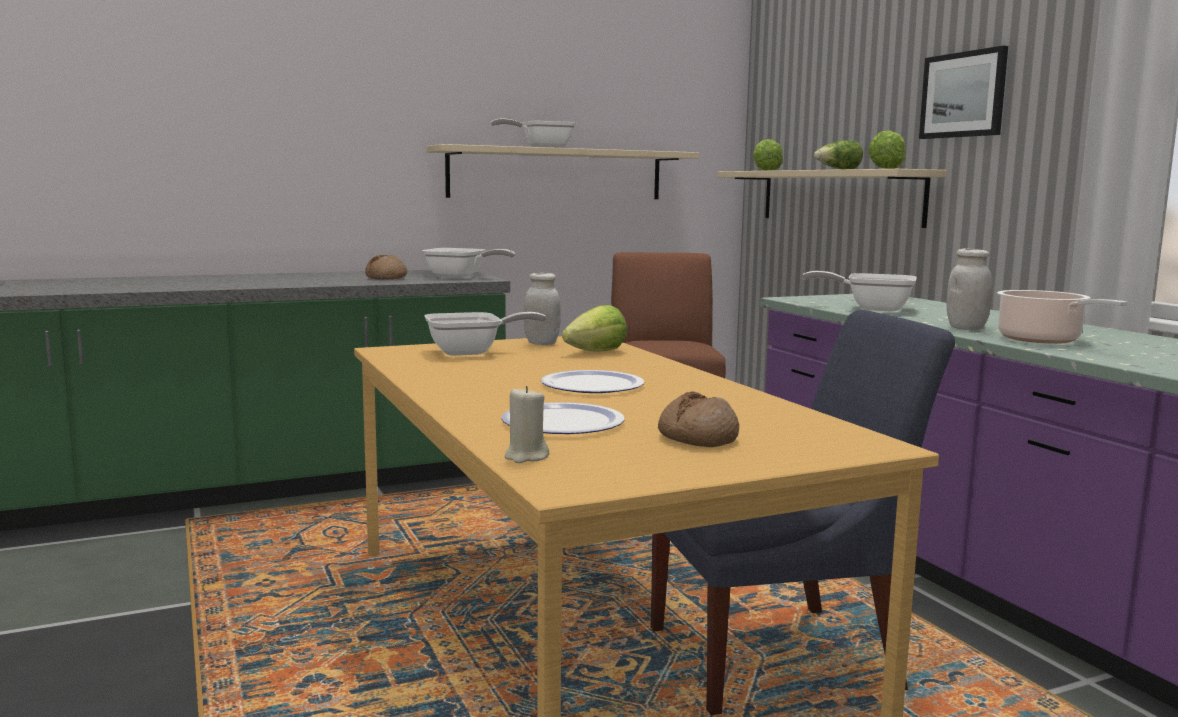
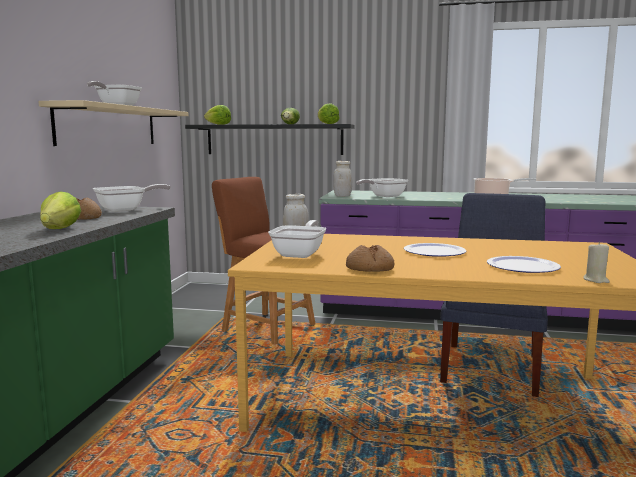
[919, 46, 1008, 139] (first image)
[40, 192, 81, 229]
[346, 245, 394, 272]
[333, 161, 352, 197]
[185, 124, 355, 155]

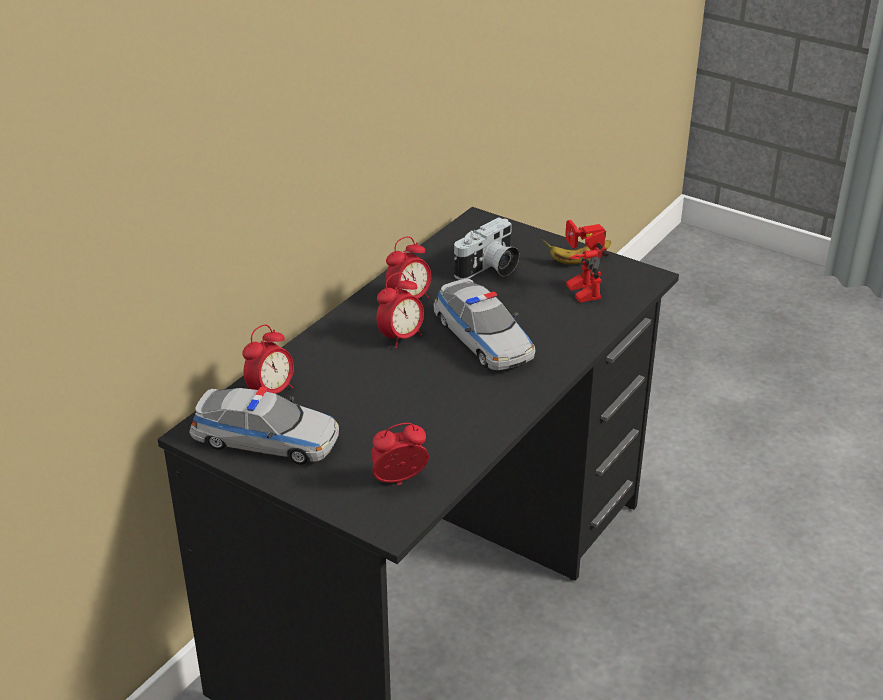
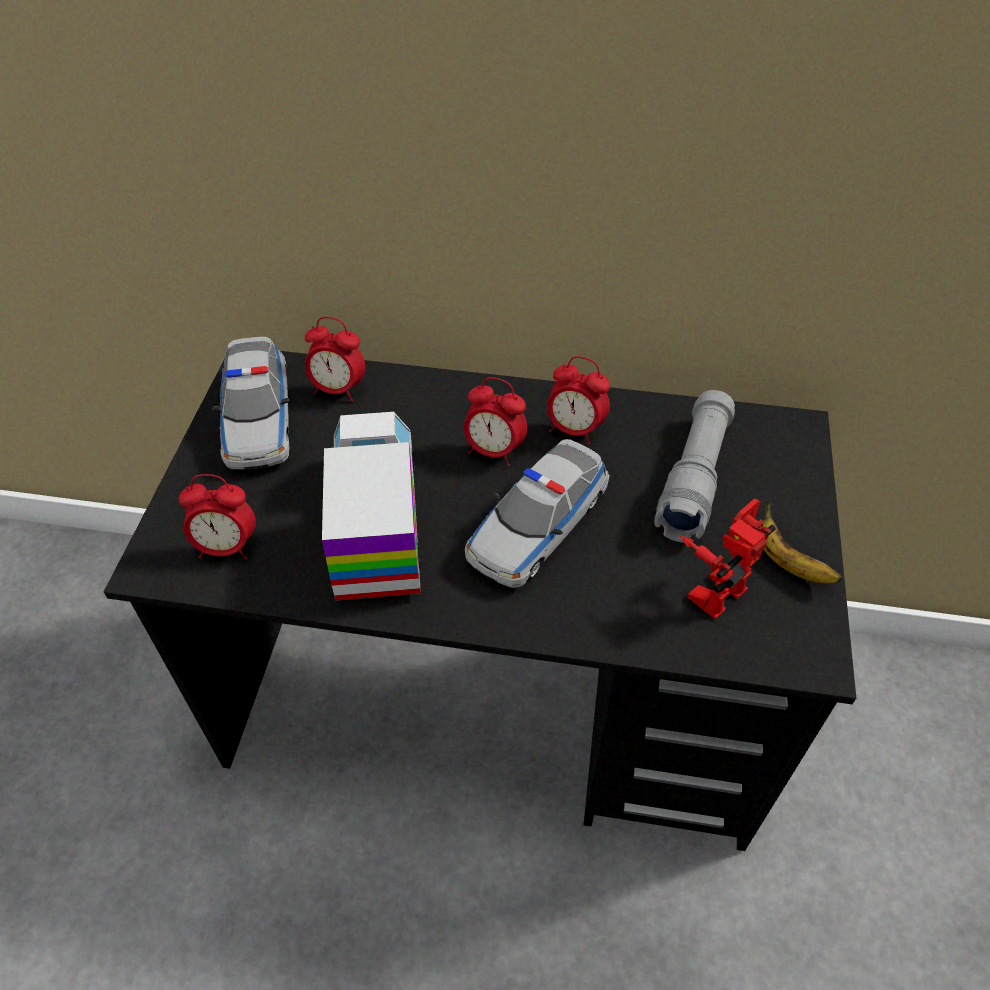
[322, 412, 421, 601]
[654, 390, 735, 542]
[179, 474, 256, 560]

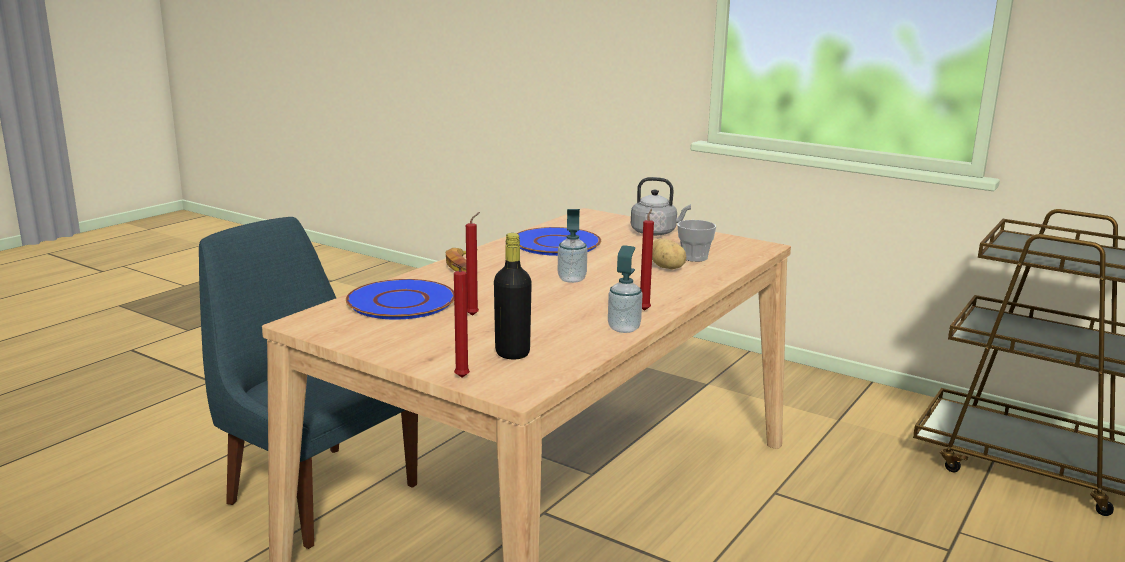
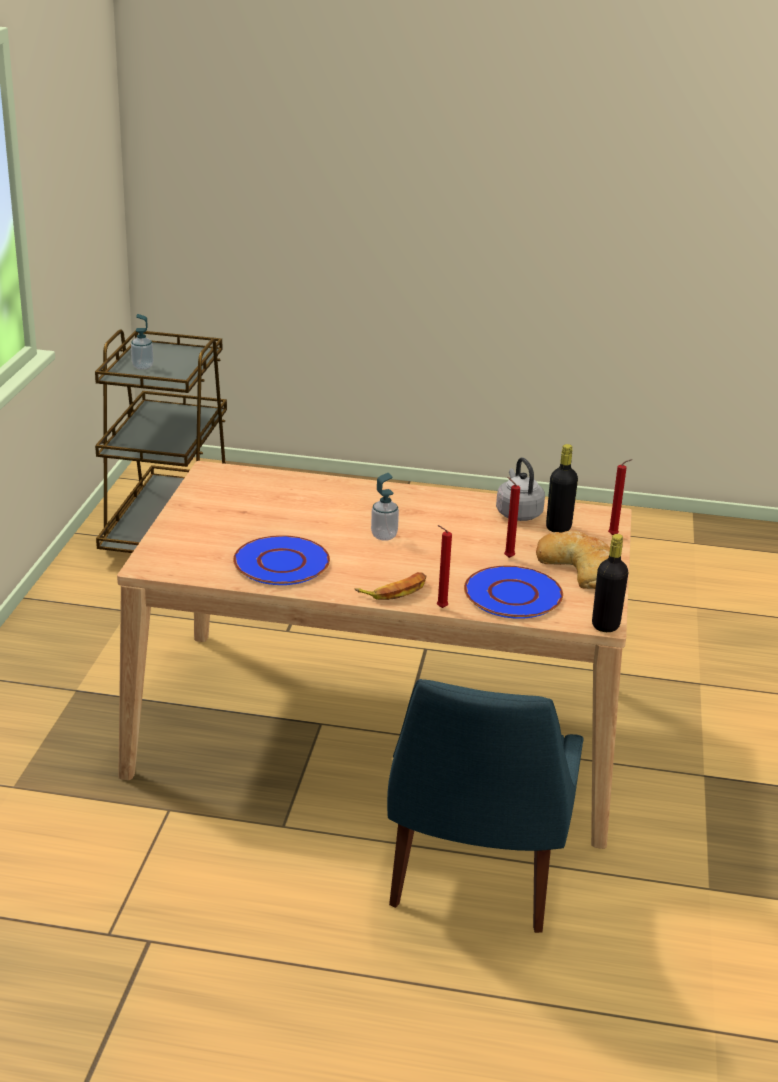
[652, 238, 686, 270] (first image)
[677, 220, 716, 262] (first image)
[536, 530, 610, 589]
[592, 534, 628, 632]
[131, 314, 153, 370]
[496, 457, 545, 521]
[437, 525, 452, 608]

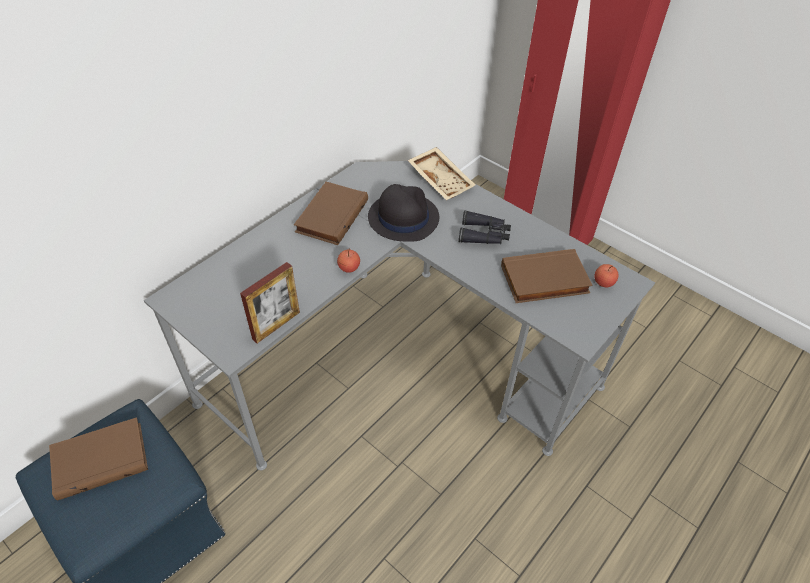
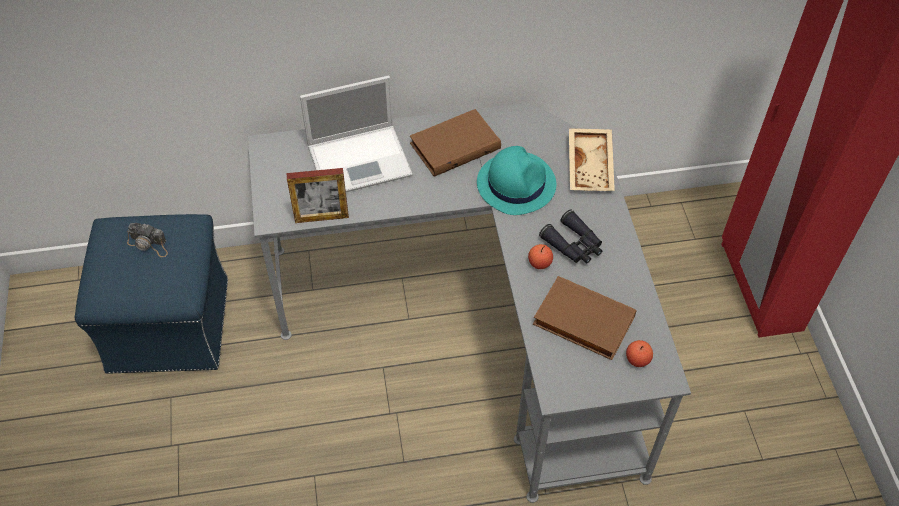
[300, 75, 413, 192]
[528, 244, 553, 269]
[127, 223, 168, 257]
[477, 146, 556, 215]

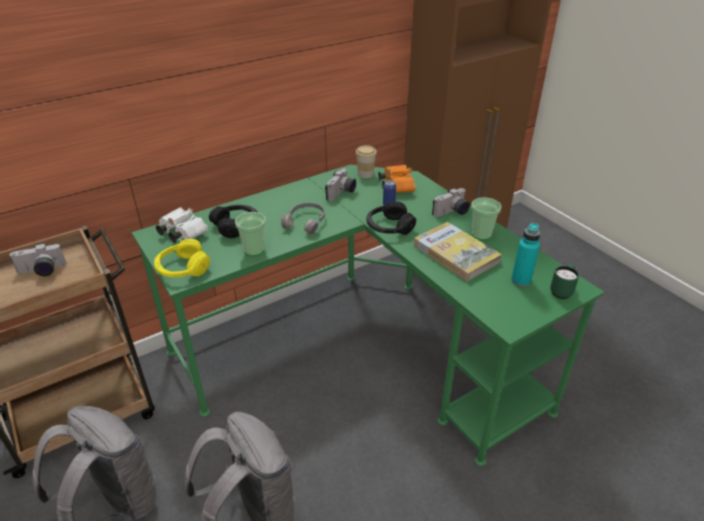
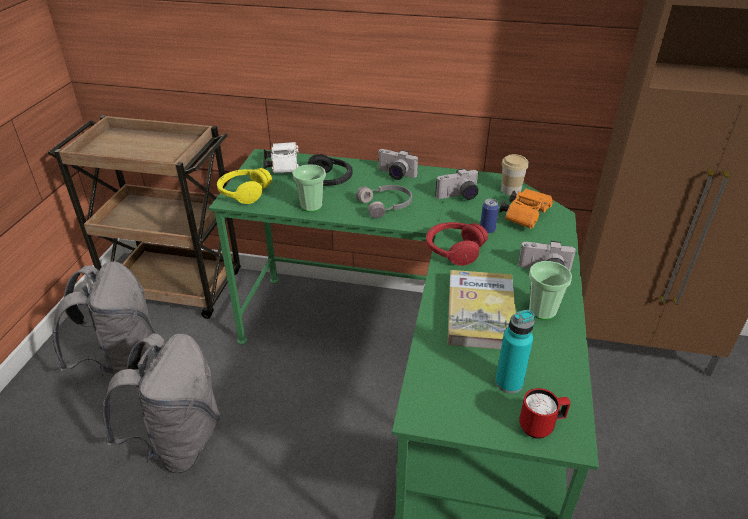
[379, 149, 418, 180]
[426, 222, 488, 266]
[519, 388, 570, 439]

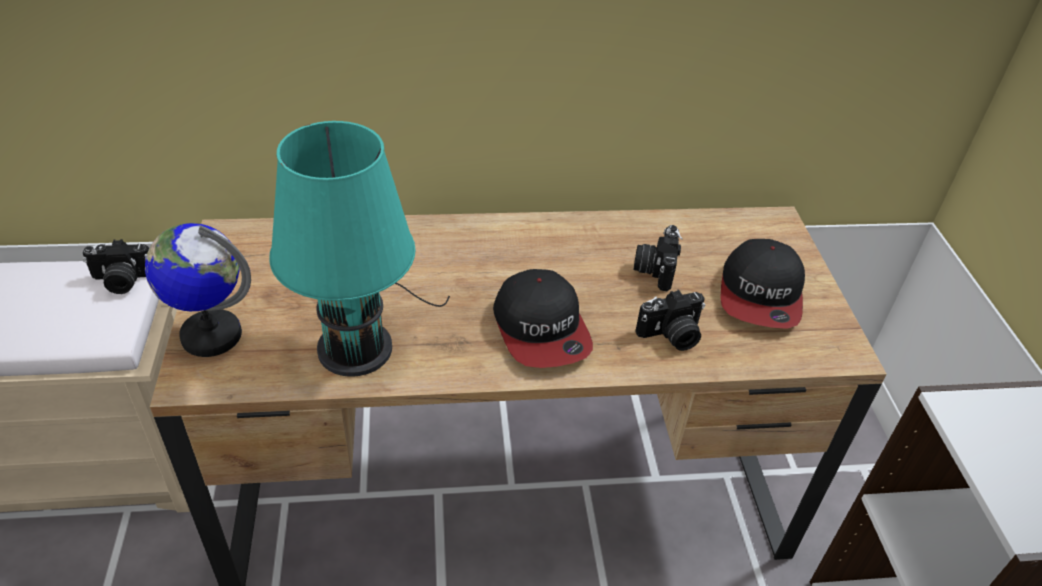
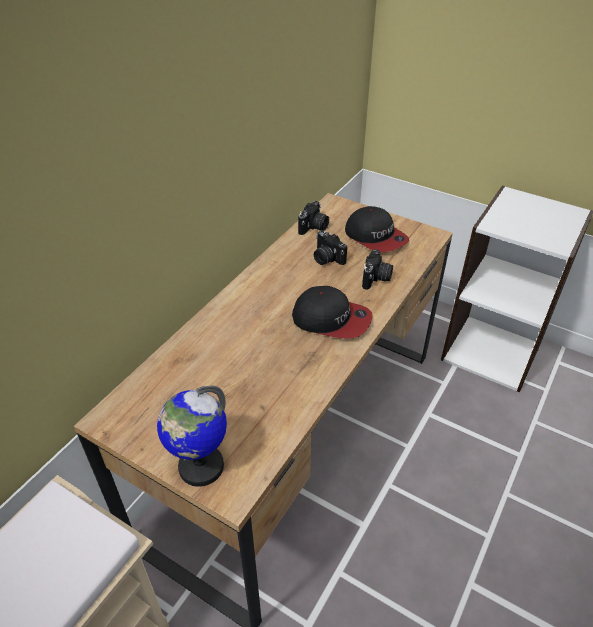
[269, 121, 450, 377] (first image)
[298, 201, 329, 235]

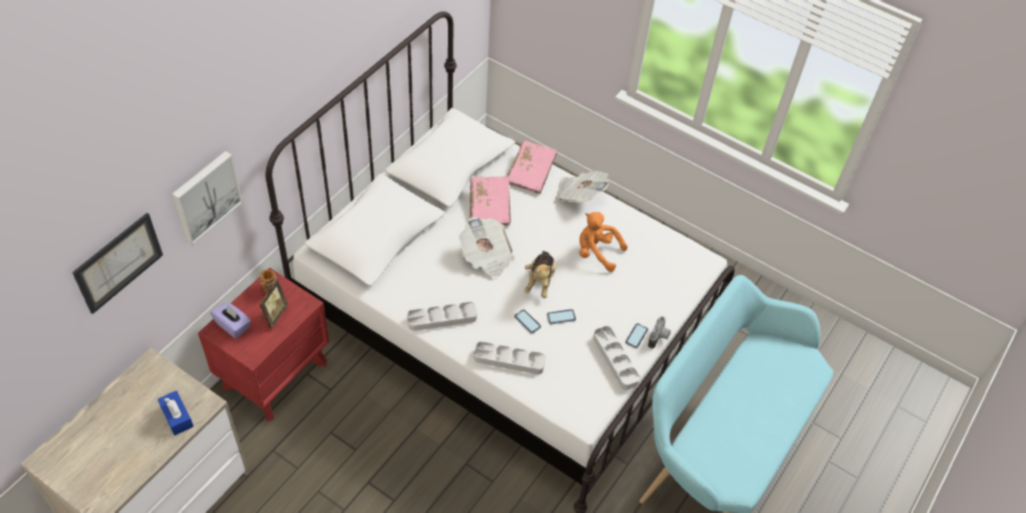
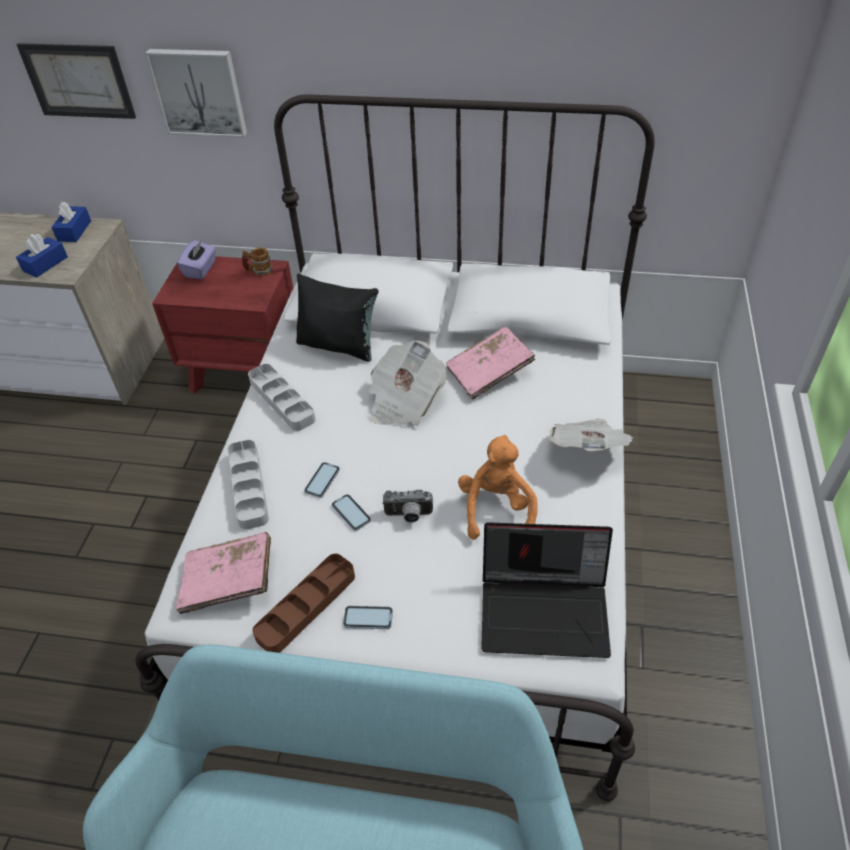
[259, 279, 288, 329] (first image)
[525, 251, 556, 298] (first image)
[51, 202, 91, 242]
[296, 274, 379, 362]
[481, 522, 613, 658]
[176, 532, 271, 614]
[382, 490, 433, 523]
[253, 554, 355, 653]

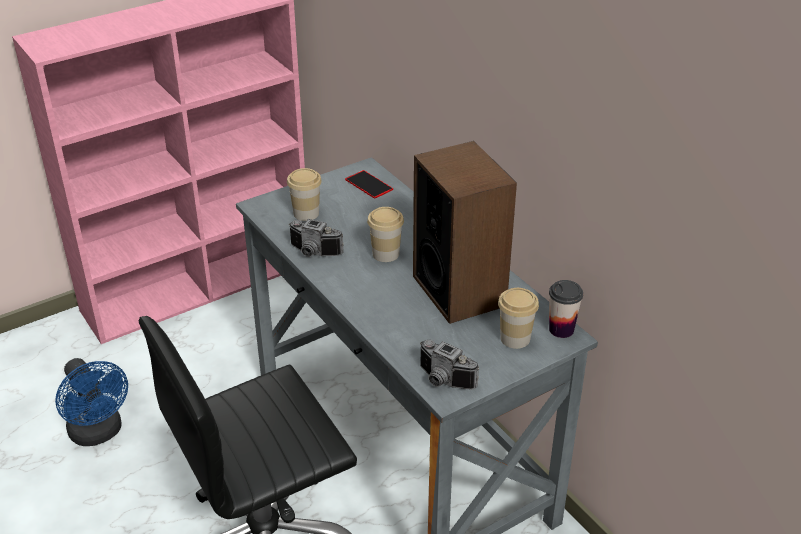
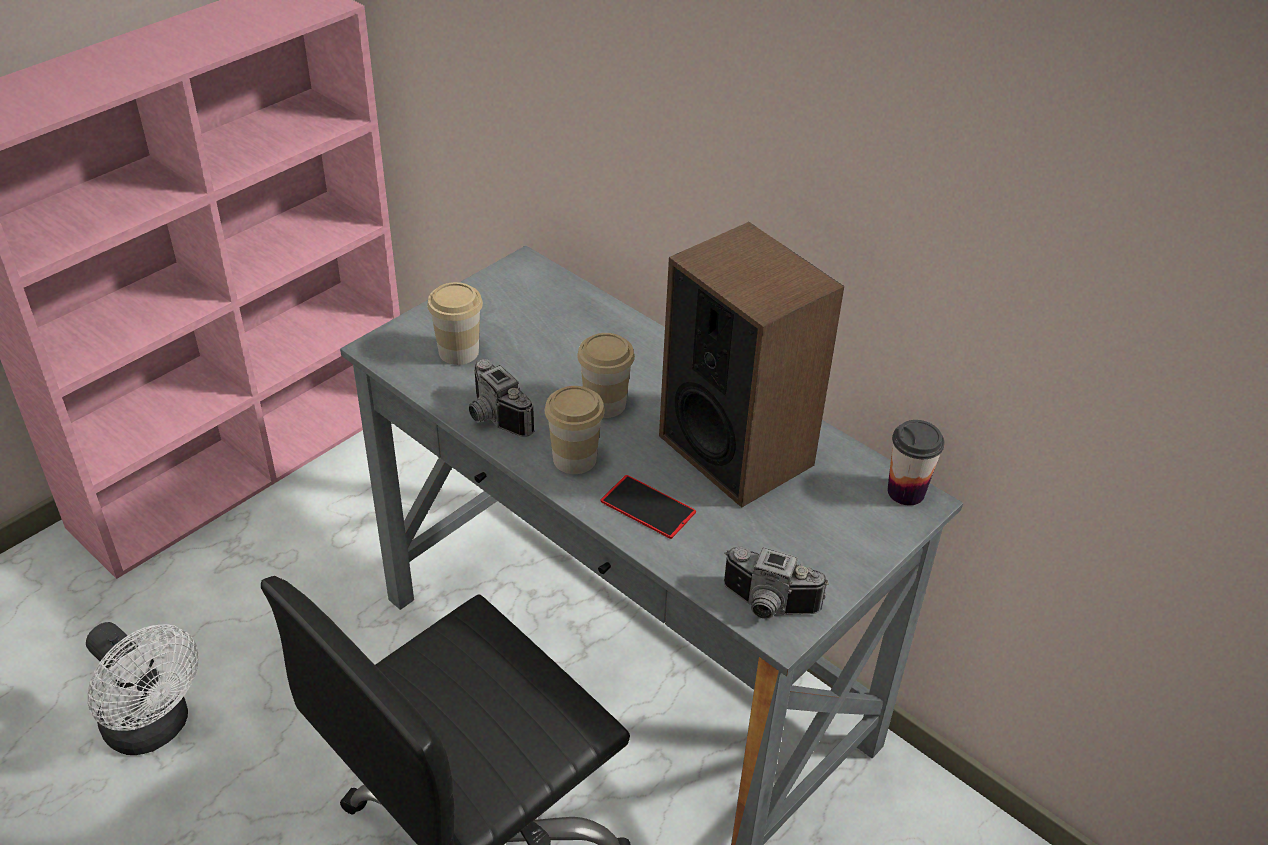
[601, 475, 696, 539]
[545, 386, 605, 474]
[86, 622, 199, 755]
[469, 359, 534, 437]

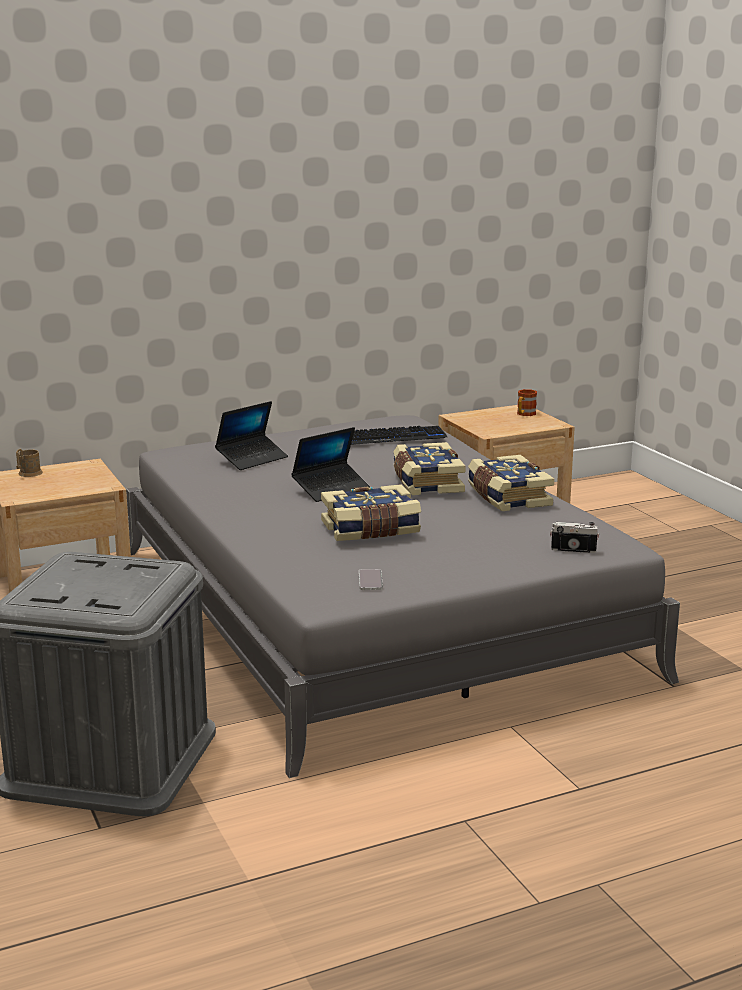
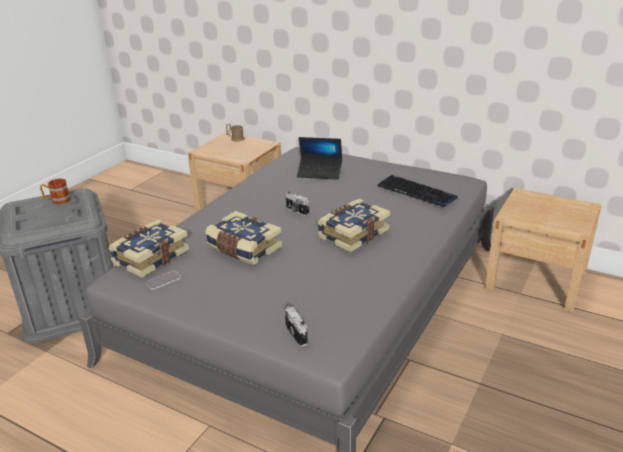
[109, 219, 189, 278]
[40, 179, 71, 204]
[286, 192, 309, 216]

